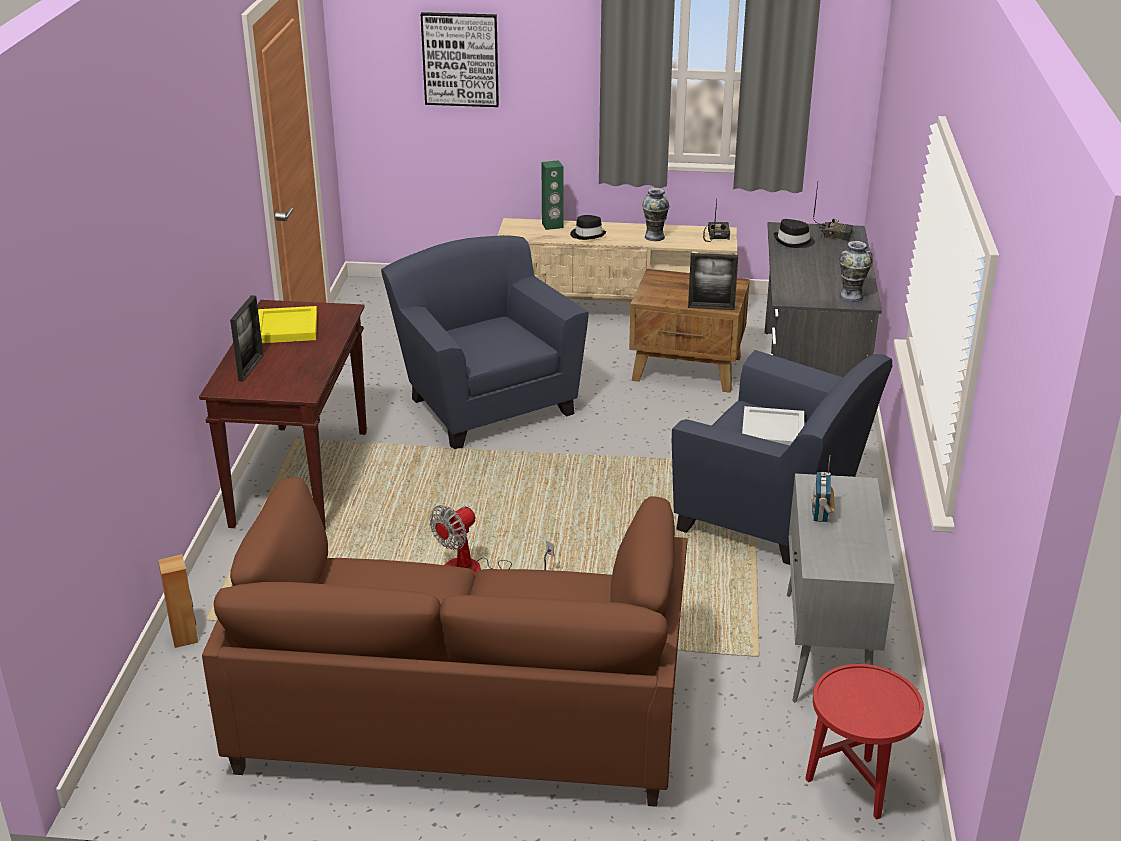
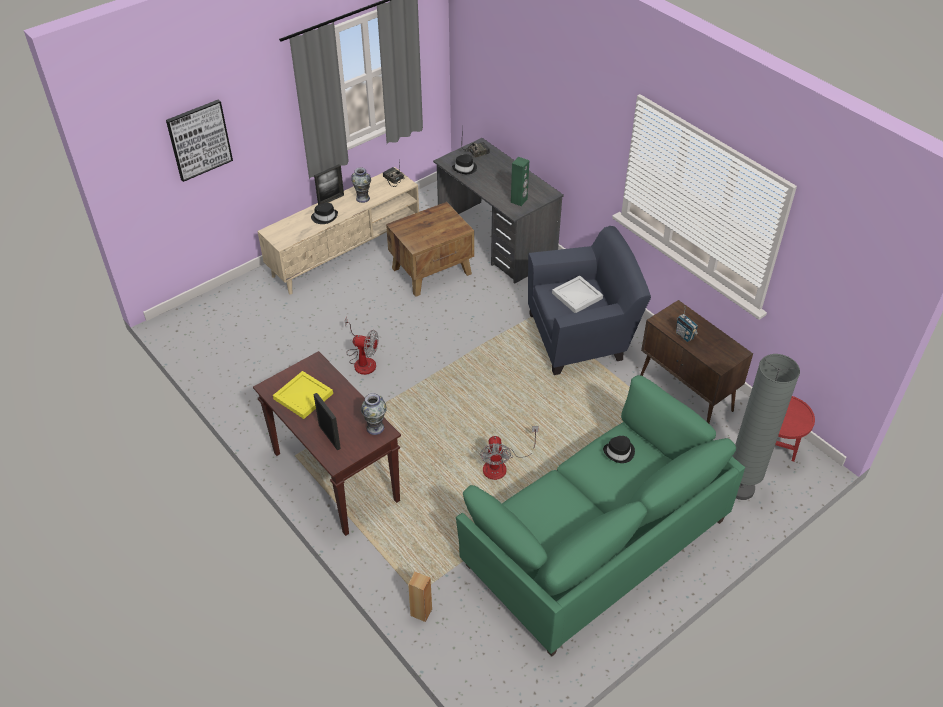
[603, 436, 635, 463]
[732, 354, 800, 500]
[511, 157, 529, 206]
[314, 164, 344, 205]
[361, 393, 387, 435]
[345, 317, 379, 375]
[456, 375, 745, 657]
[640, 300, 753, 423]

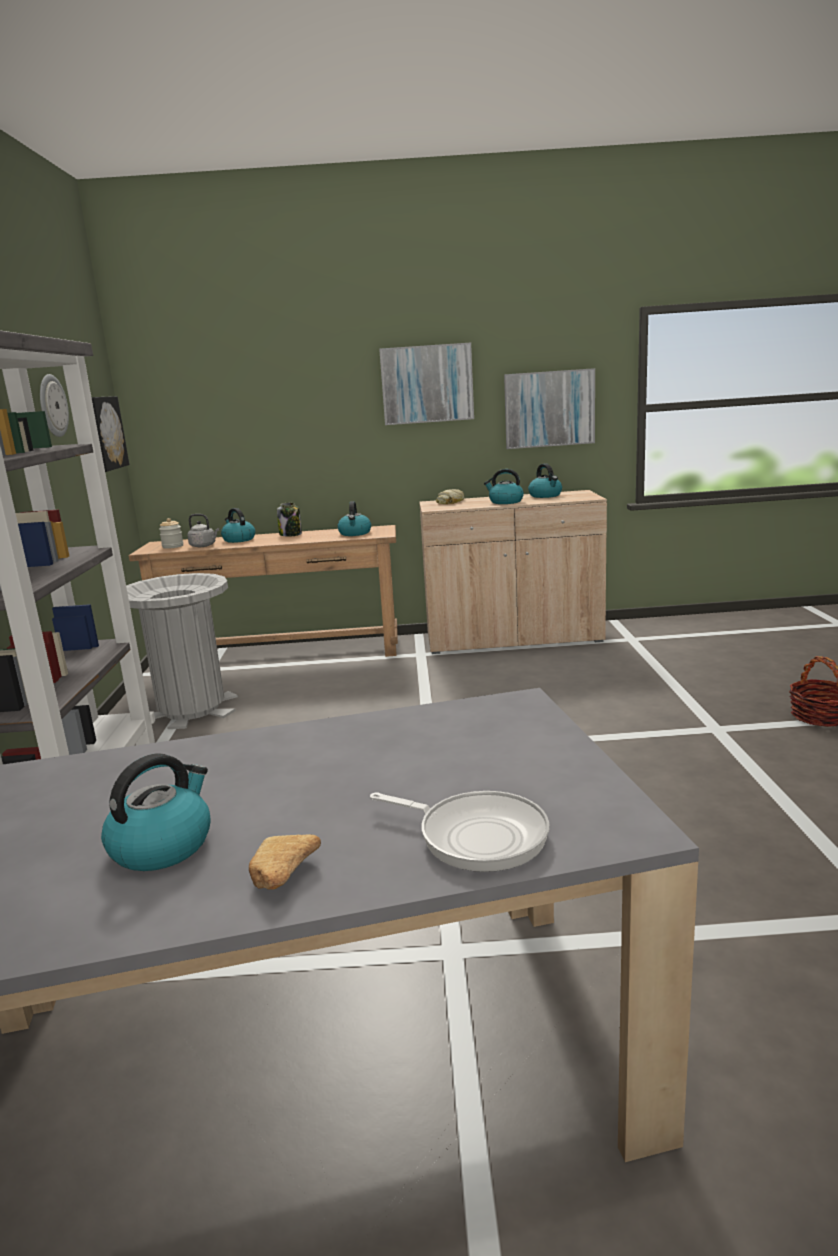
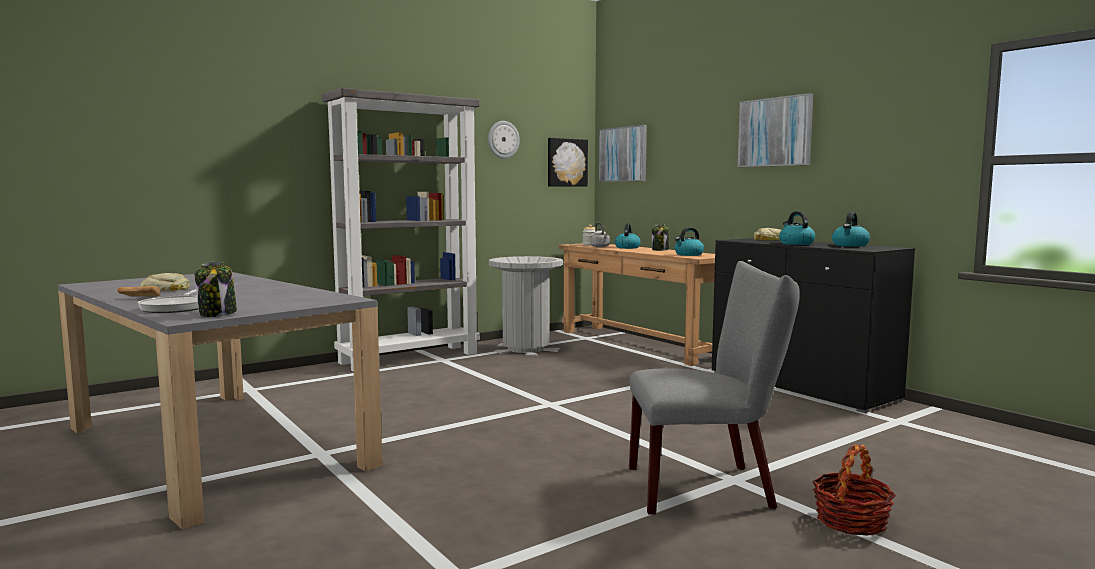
[195, 262, 237, 317]
[629, 261, 800, 515]
[599, 125, 647, 182]
[140, 273, 190, 291]
[712, 238, 915, 413]

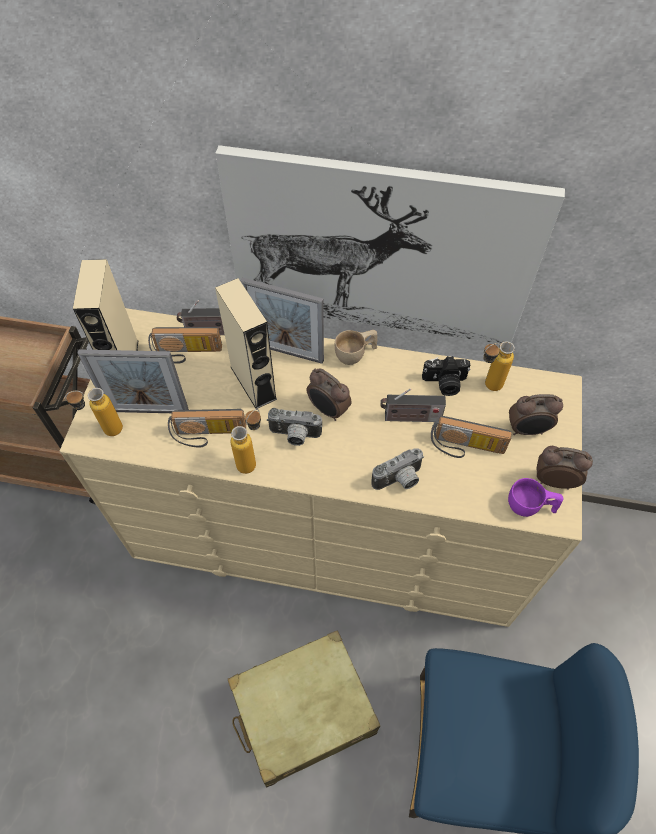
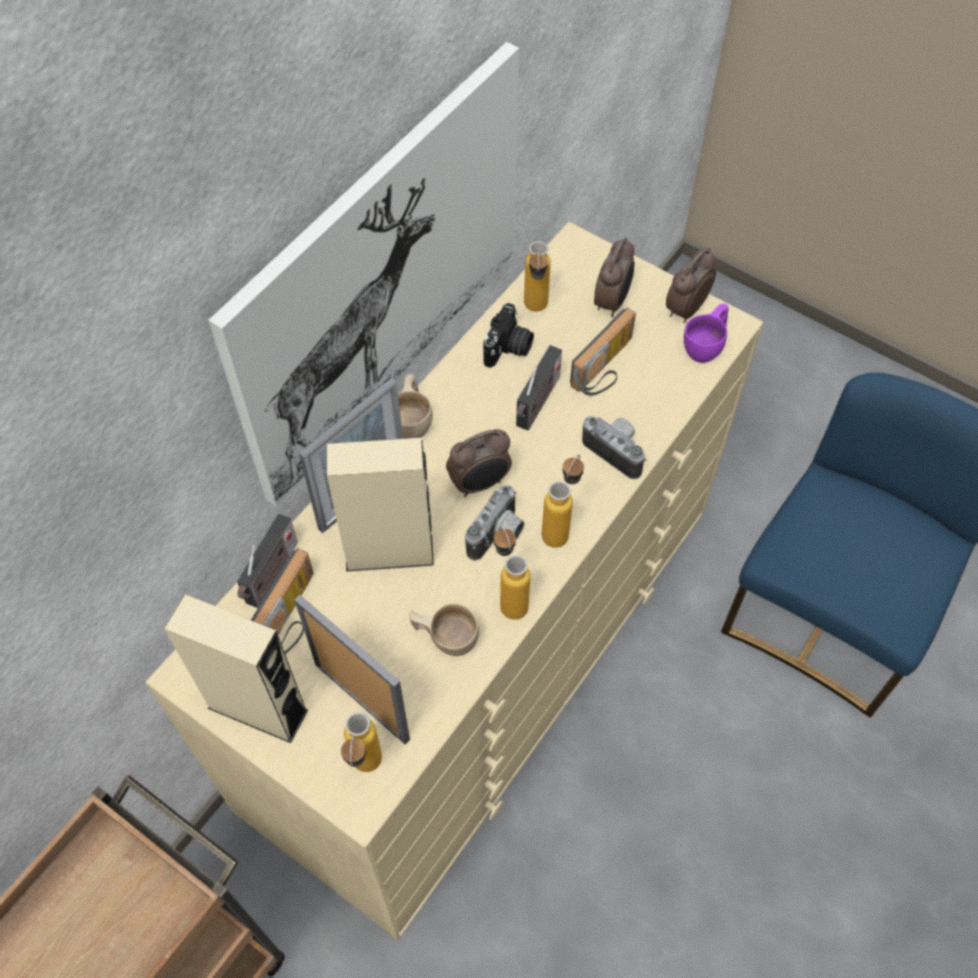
[228, 631, 380, 787] (first image)
[542, 455, 584, 548]
[409, 603, 479, 656]
[294, 595, 410, 745]
[582, 416, 647, 479]

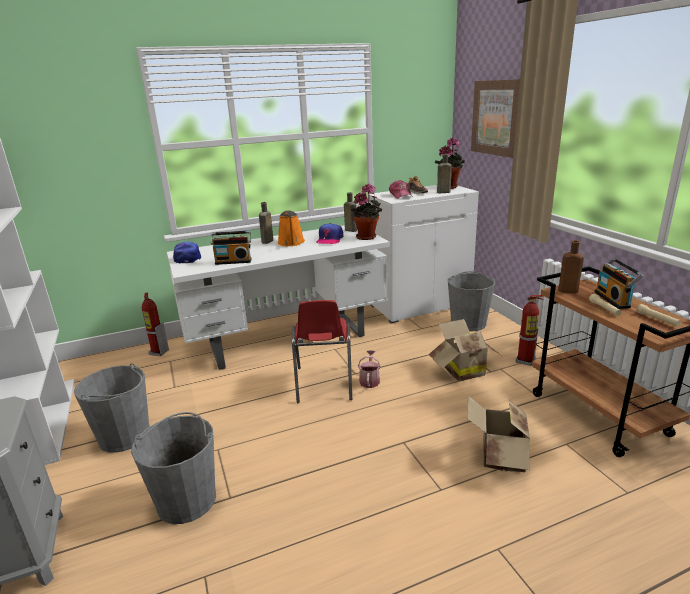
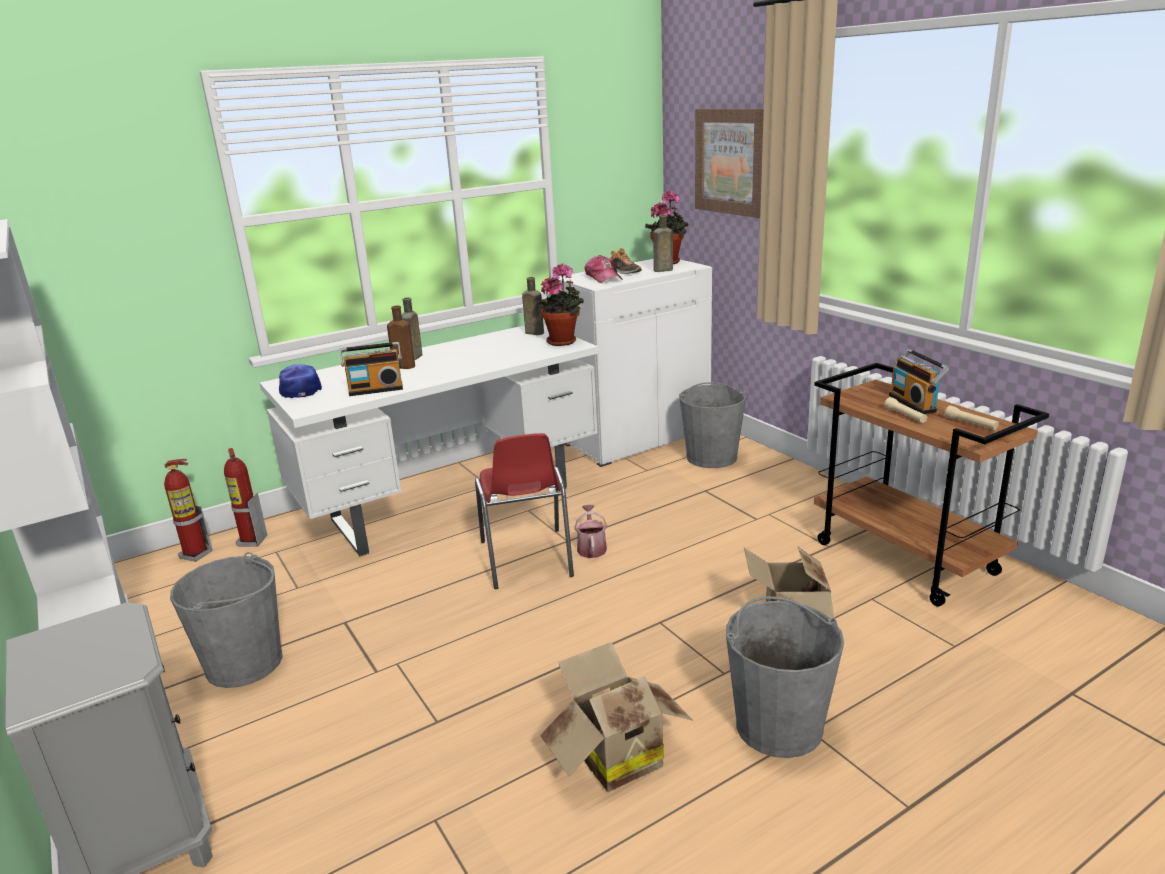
[278, 210, 305, 246] (first image)
[316, 223, 343, 244] (first image)
[726, 596, 844, 758]
[540, 642, 694, 792]
[164, 459, 213, 562]
[387, 305, 415, 369]

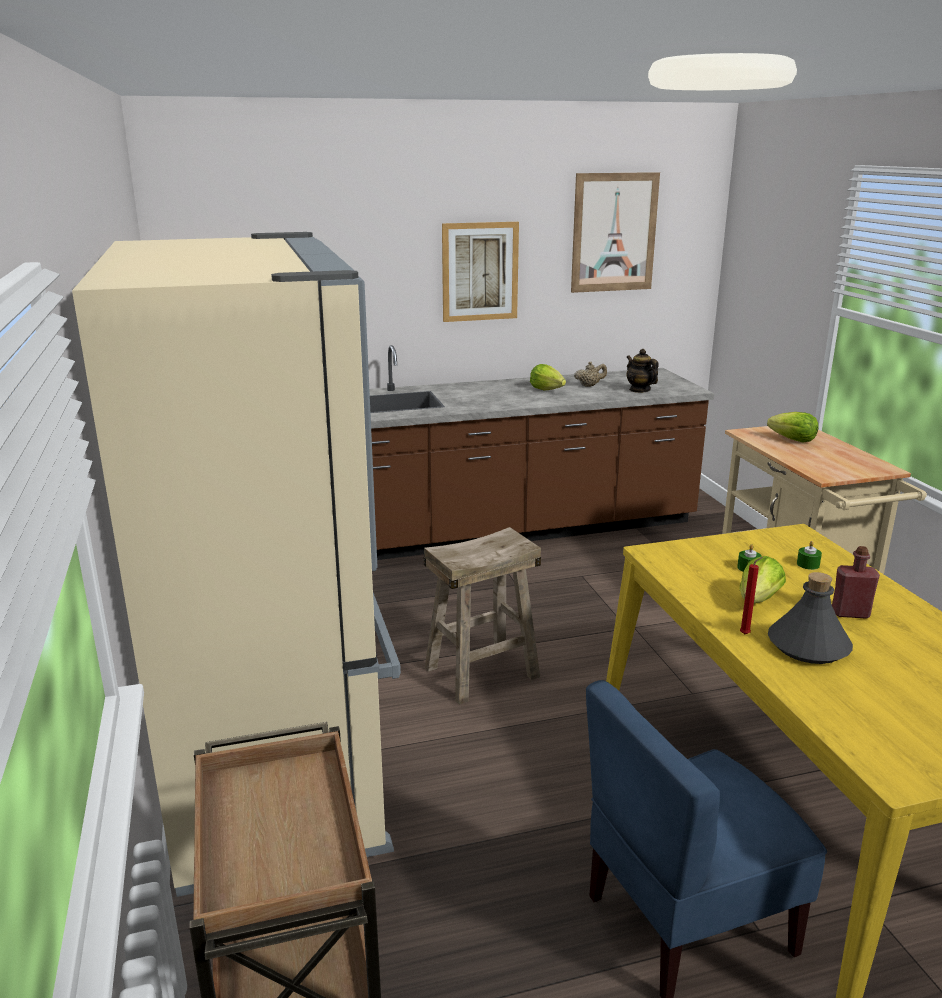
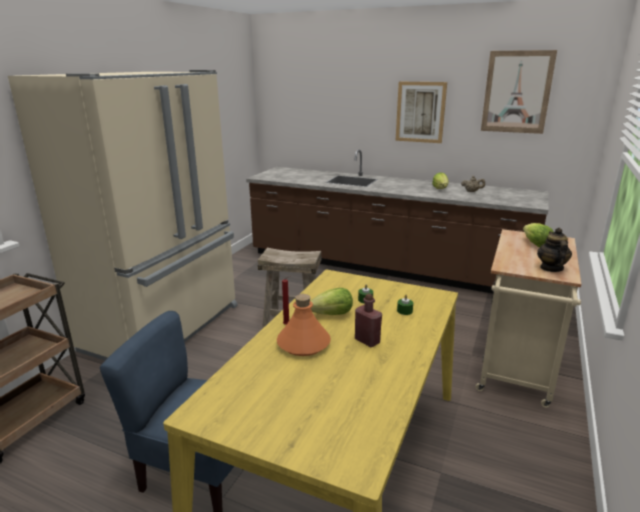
[537, 228, 572, 272]
[277, 294, 331, 356]

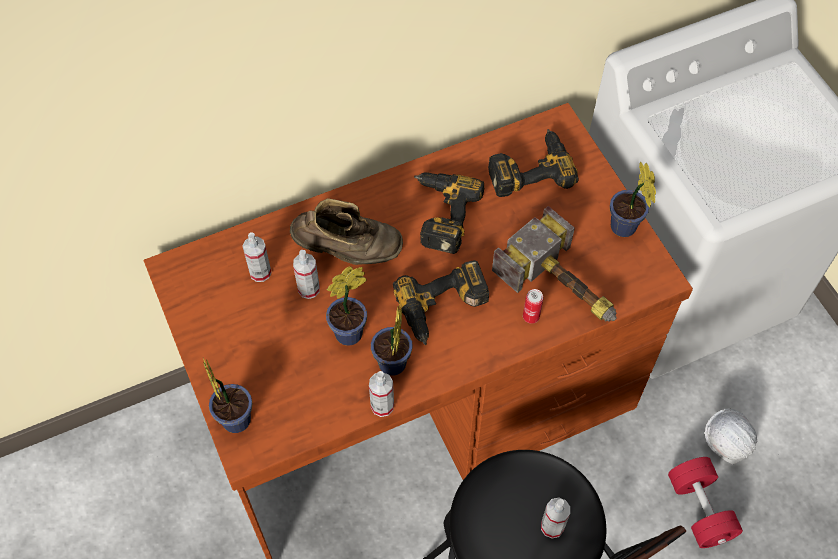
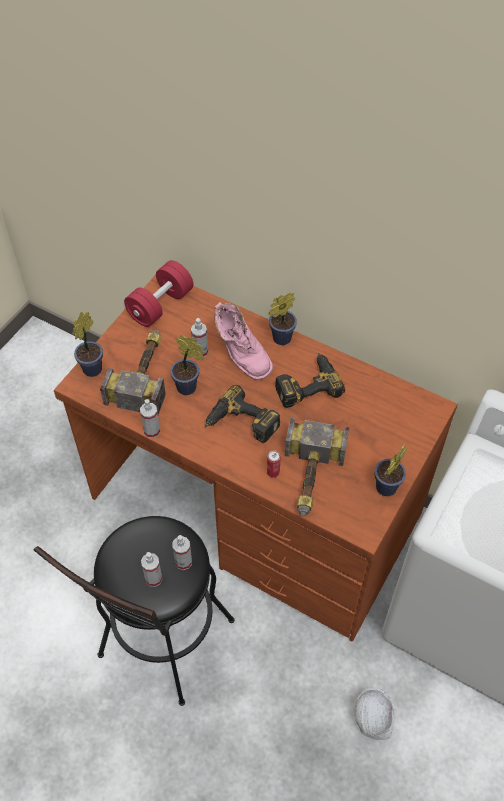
[488, 129, 579, 197] (first image)
[100, 330, 166, 415]
[172, 535, 192, 570]
[268, 293, 297, 345]
[124, 260, 193, 327]
[214, 302, 273, 380]

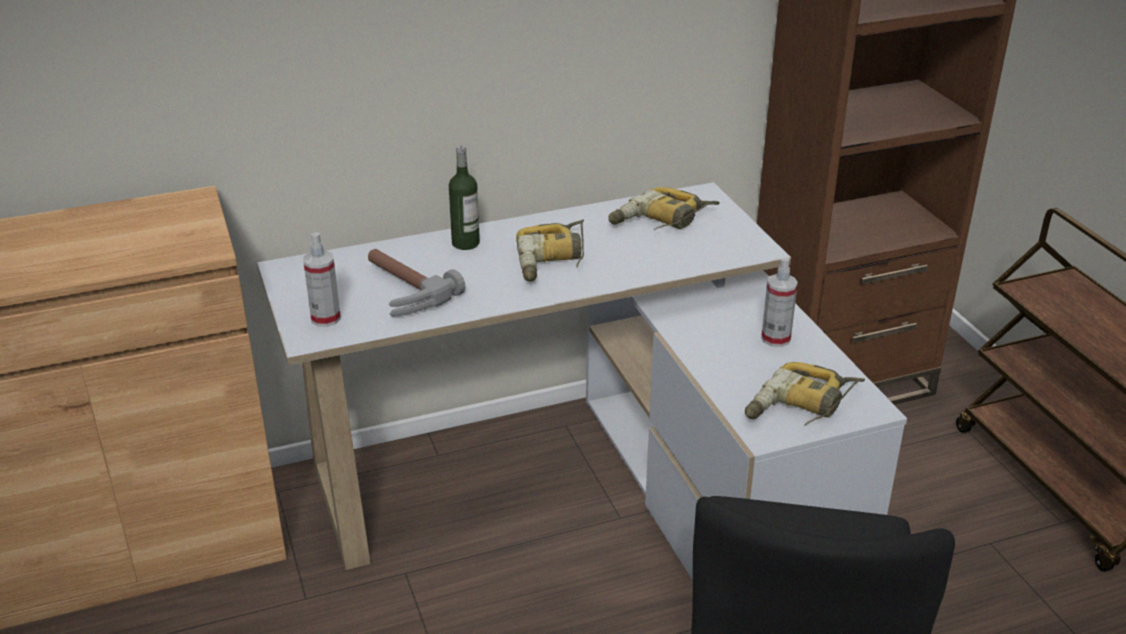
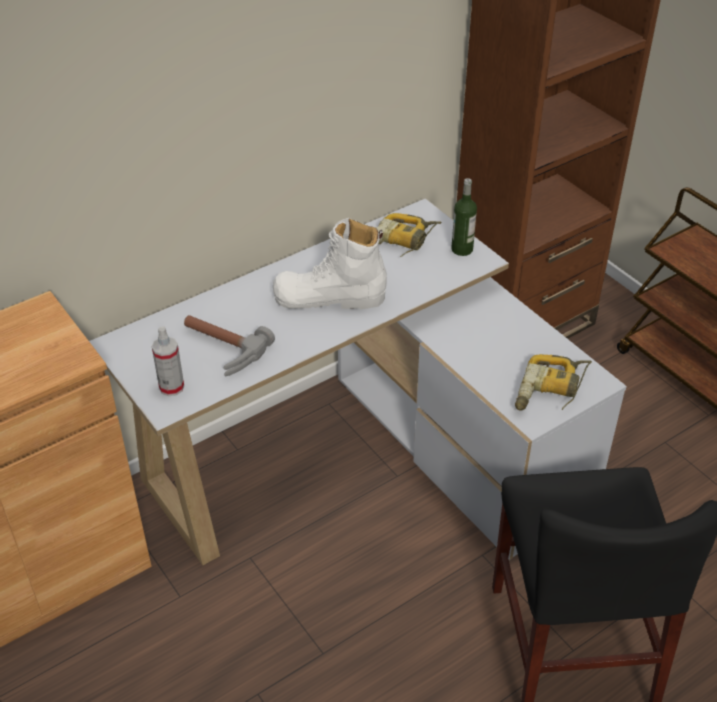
[761, 257, 798, 347] (first image)
[451, 178, 477, 256]
[273, 218, 387, 309]

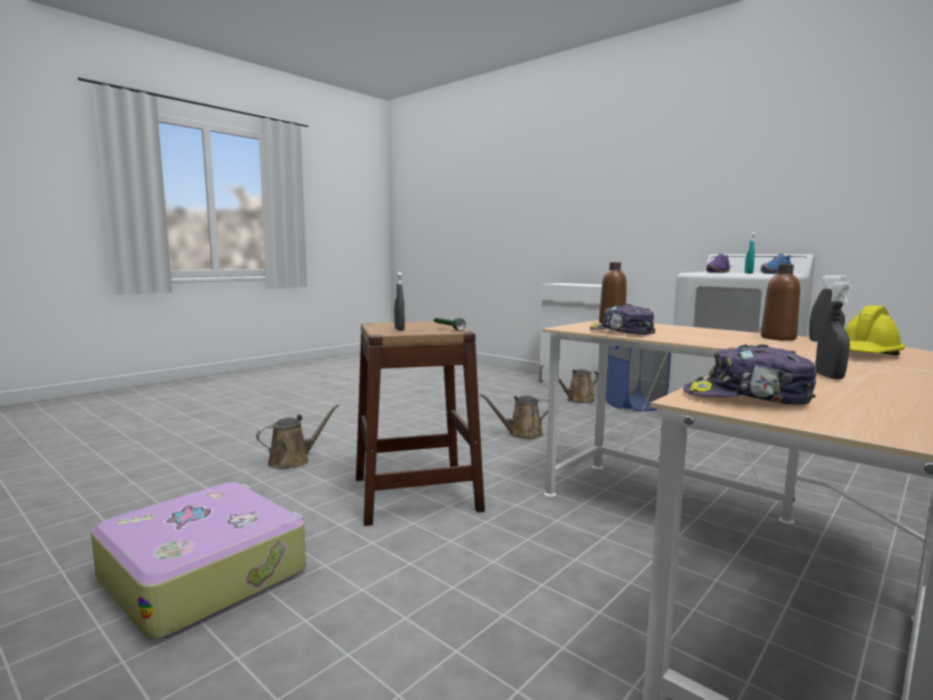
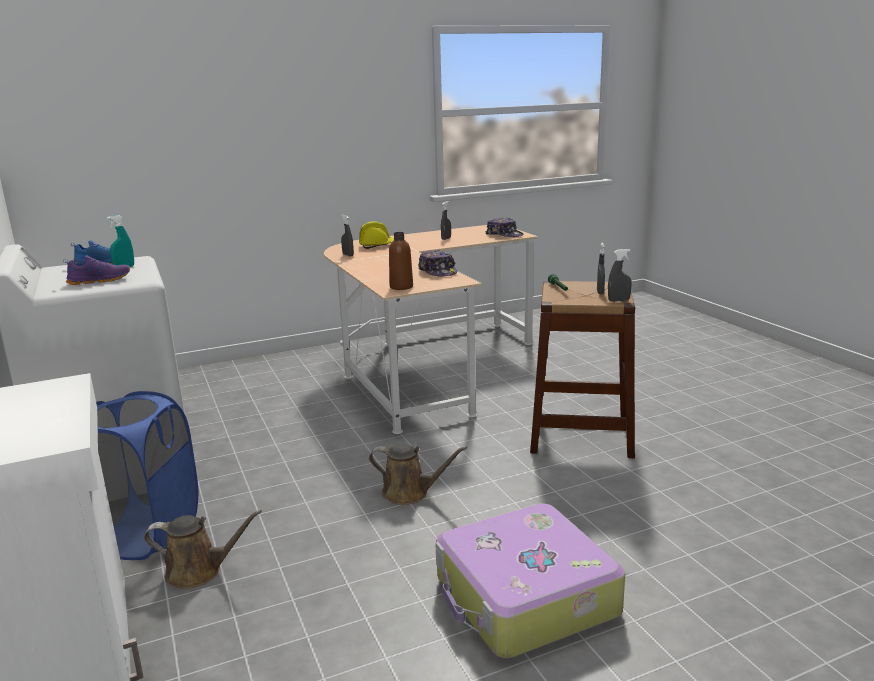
[256, 404, 340, 469] (first image)
[761, 264, 800, 341] (first image)
[608, 249, 632, 301]
[435, 503, 625, 659]

